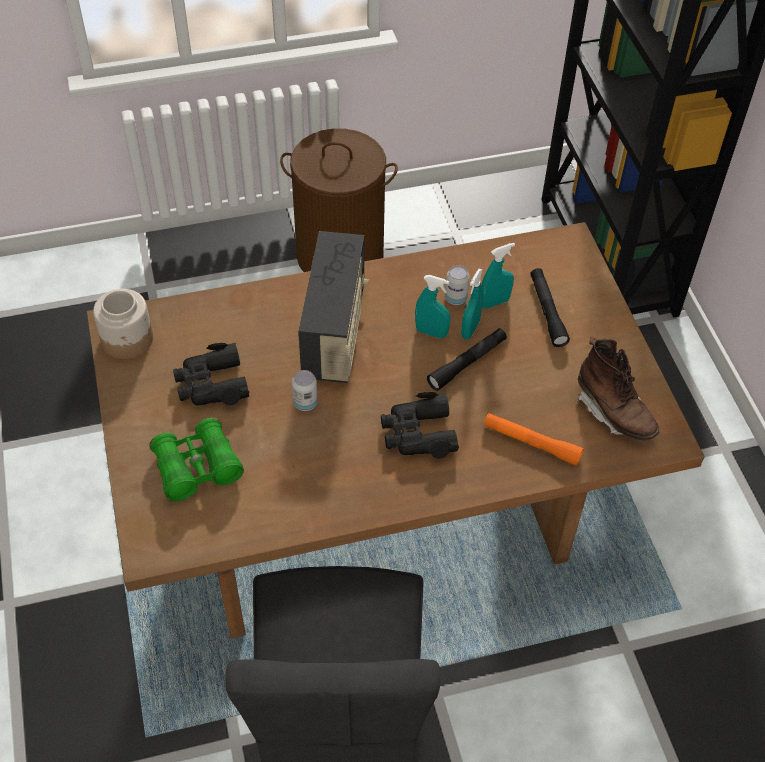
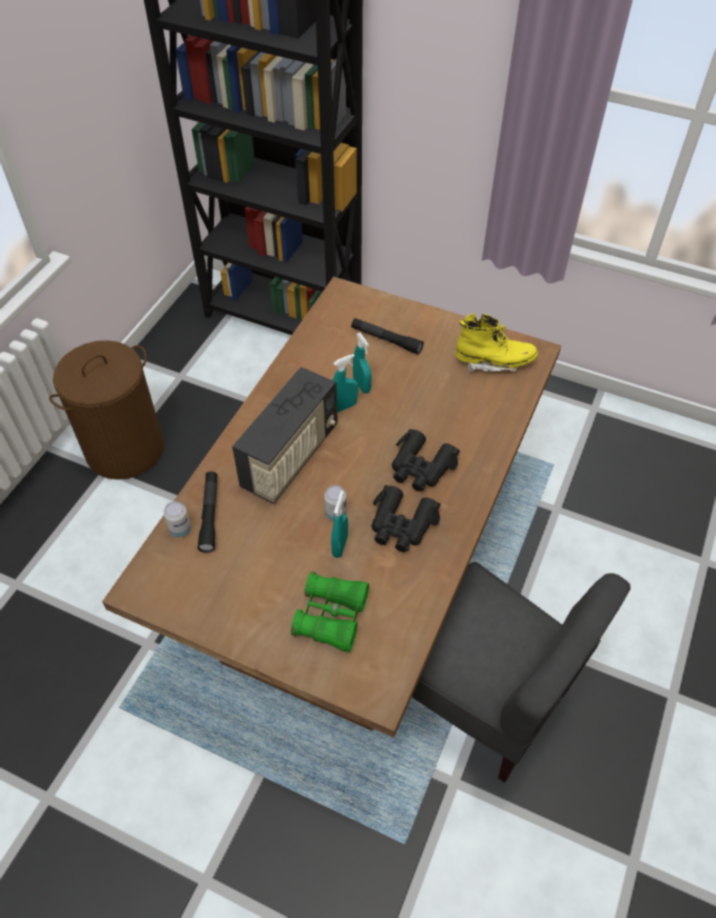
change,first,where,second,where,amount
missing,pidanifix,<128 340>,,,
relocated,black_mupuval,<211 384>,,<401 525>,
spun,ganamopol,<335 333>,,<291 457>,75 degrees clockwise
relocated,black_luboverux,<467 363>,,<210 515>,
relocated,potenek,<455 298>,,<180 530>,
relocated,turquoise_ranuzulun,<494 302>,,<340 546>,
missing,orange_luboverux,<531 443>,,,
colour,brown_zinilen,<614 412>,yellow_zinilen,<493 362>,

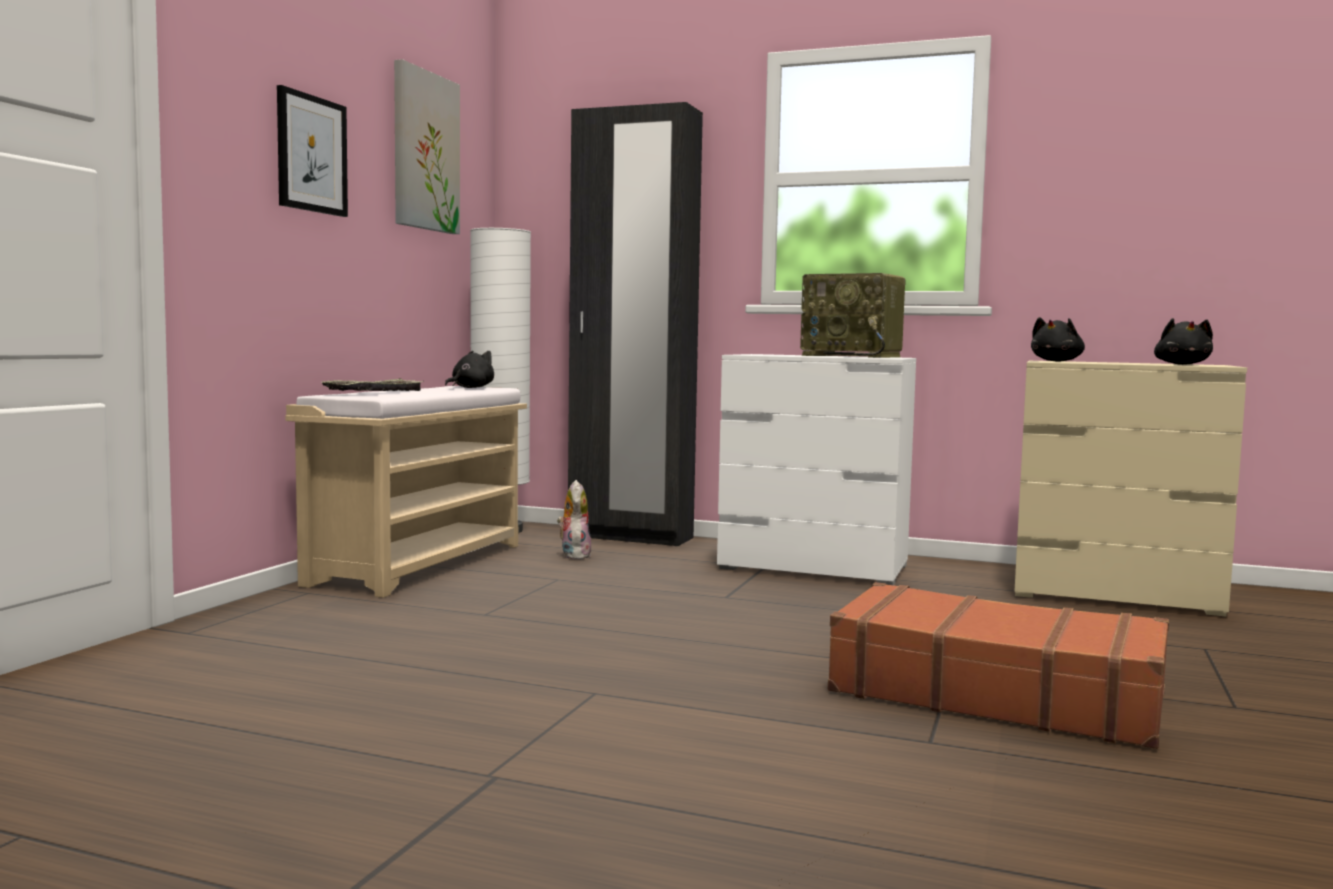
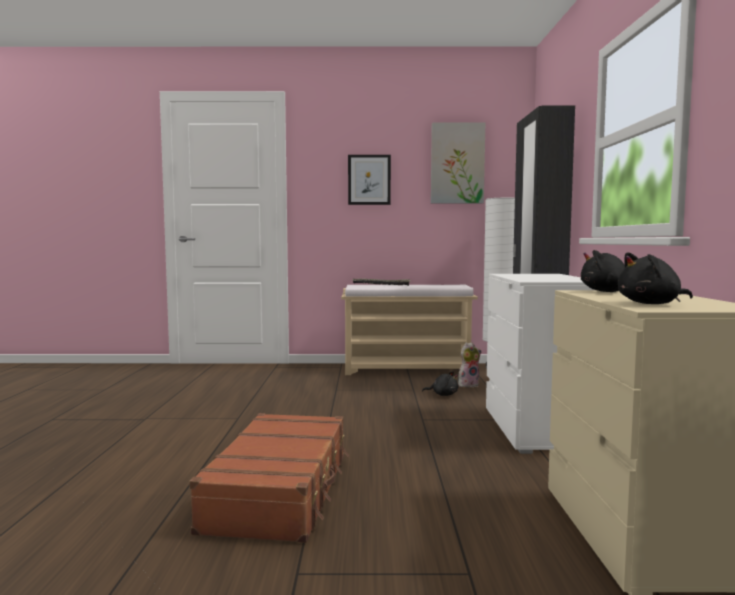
change,first,where,second,where,amount
relocated,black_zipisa,<470 387>,,<443 395>,
missing,ganamopol,<853 356>,,,

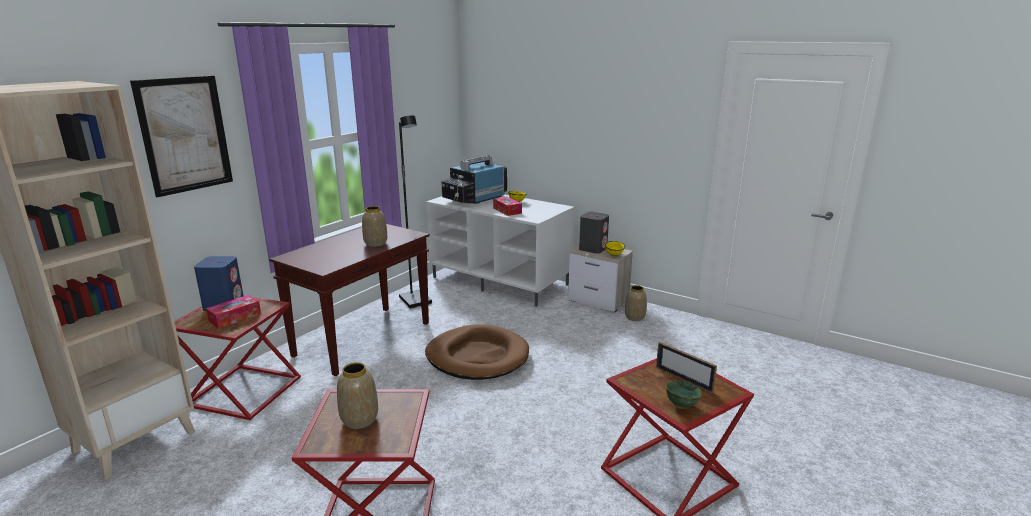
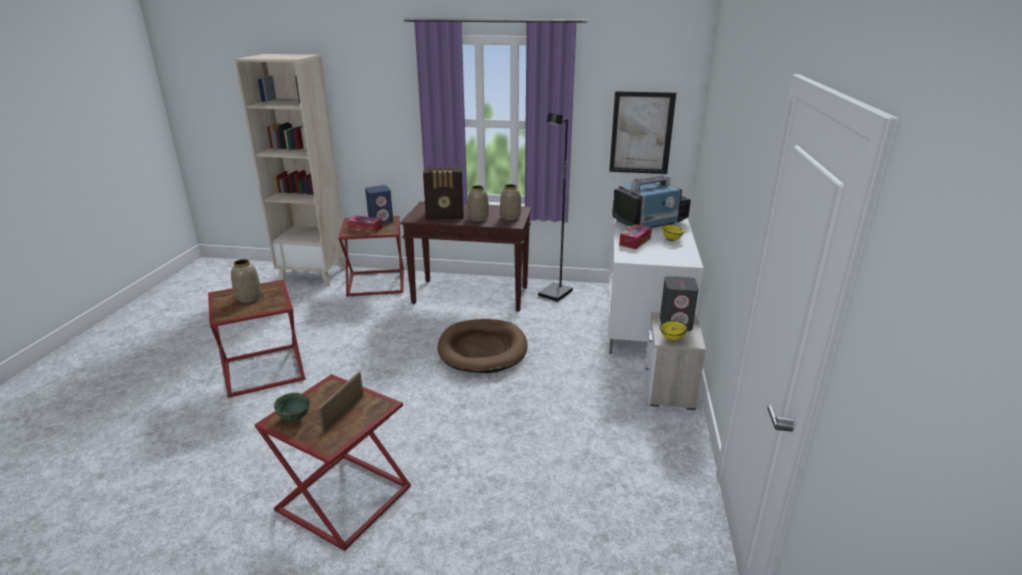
change,first,where,second,where,amount
relocated,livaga,<185 135>,,<641 133>,
spun,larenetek,<474 199>,,<650 222>,135 degrees clockwise
relocated,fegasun,<635 317>,,<510 217>,
appeared,,,ganamopol,<445 215>,

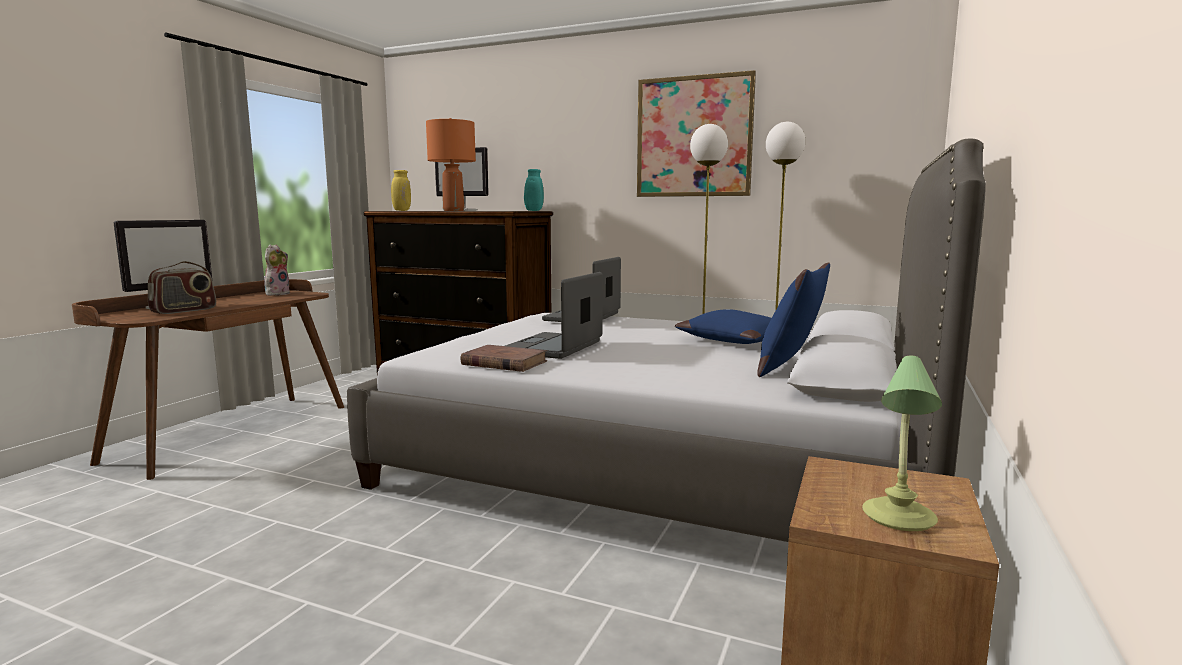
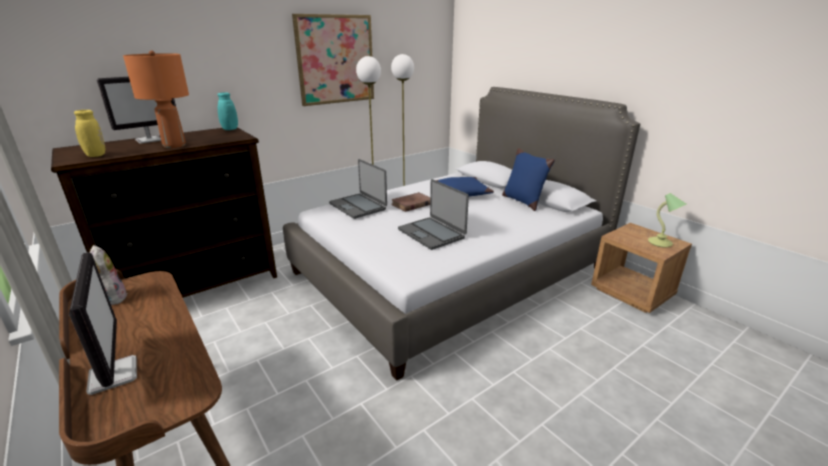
change,first,where,second,where,amount
missing,ganamopol,<184 310>,,,
relocated,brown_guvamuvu,<504 363>,,<412 204>,

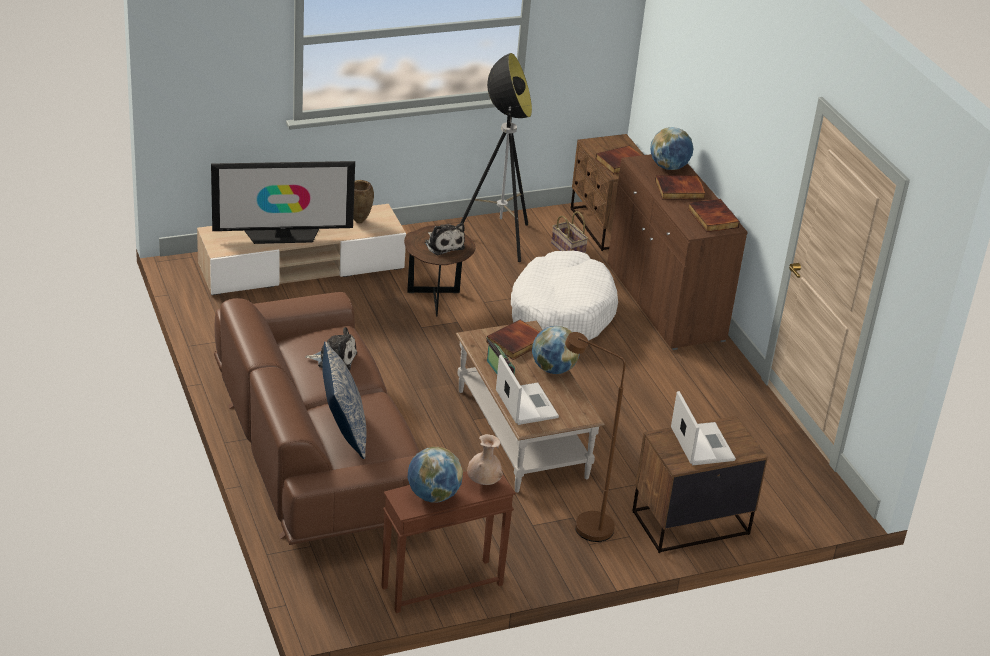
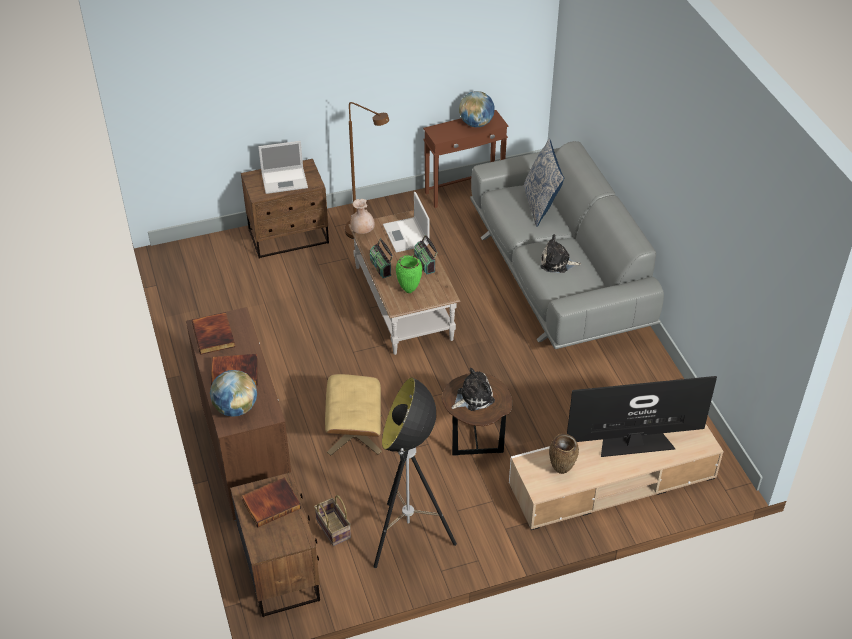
change,first,where,second,where,amount
colour,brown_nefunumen,<318 457>,grey_nefunumen,<558 276>,
spun,zipisa,<443 244>,,<473 397>,90 degrees clockwise
relocated,beige_fegasun,<483 483>,,<362 231>,
exchanged,guvamuvu,<516 343>,green_fegasun,<409 290>,
exchanged,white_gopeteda,<560 313>,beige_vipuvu,<354 434>,
exchanged,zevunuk,<553 369>,ganamopol,<381 267>,
spun,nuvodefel,<701 443>,,<285 180>,90 degrees counterclockwise

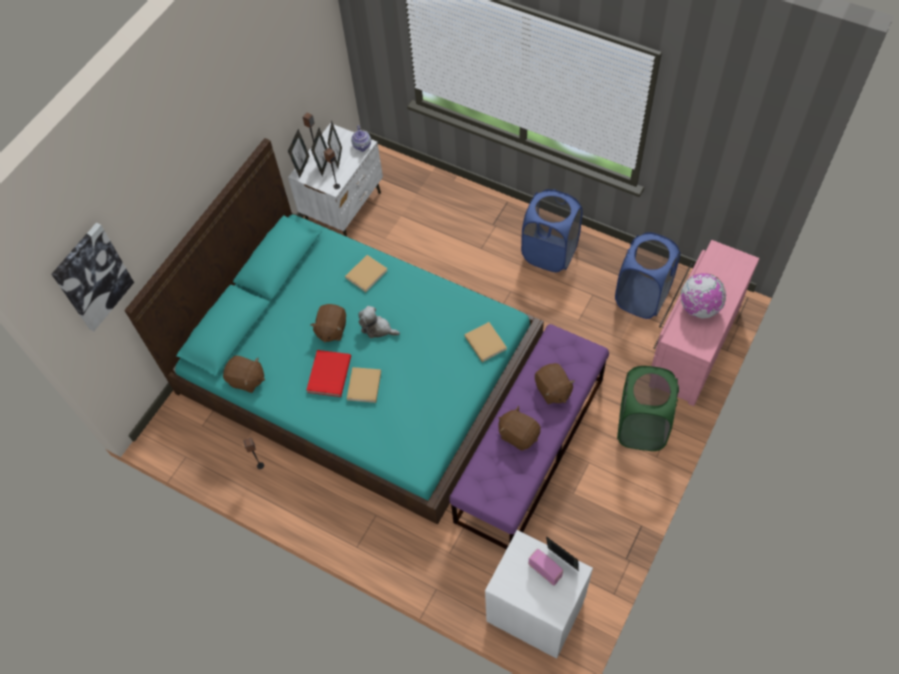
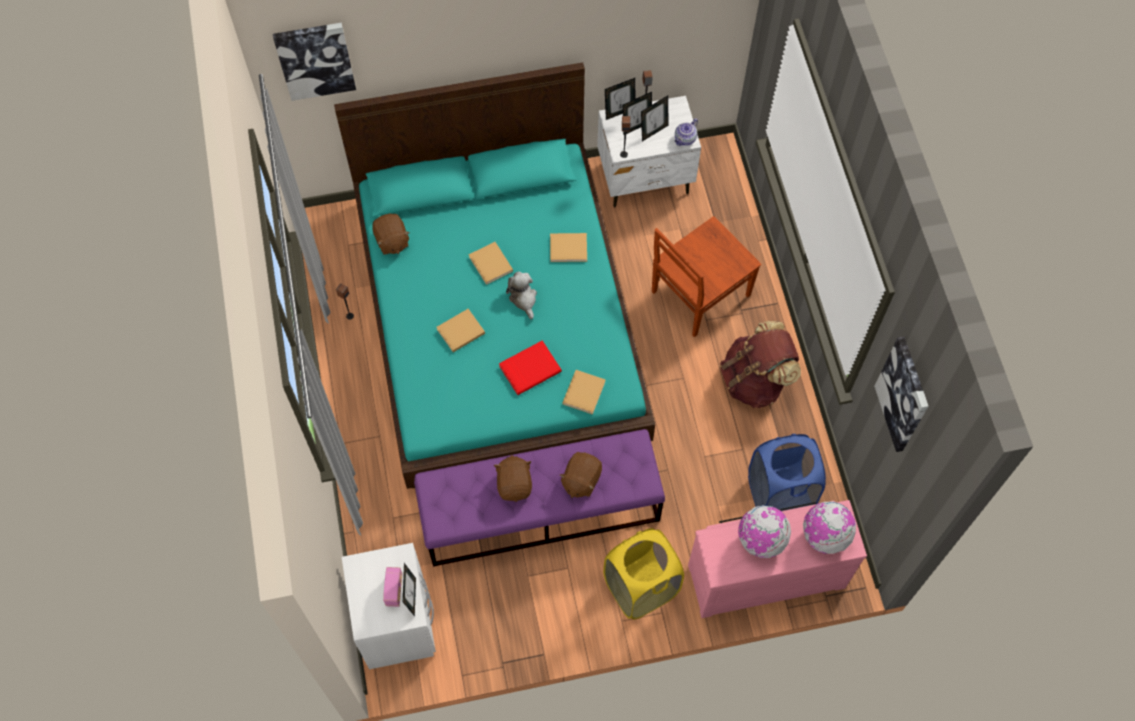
change,first,where,second,where,amount
relocated,red_guvamuvu,<328 374>,,<529 368>,
exchanged,brown_zipisa,<331 329>,beige_guvamuvu,<491 265>,
exchanged,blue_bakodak,<550 253>,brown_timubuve,<755 380>,
colour,green_bakodak,<641 427>,yellow_bakodak,<640 588>,
appeared,,,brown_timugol,<698 294>,
appeared,,,zevunuk,<824 536>,
appeared,,,livaga,<903 394>,

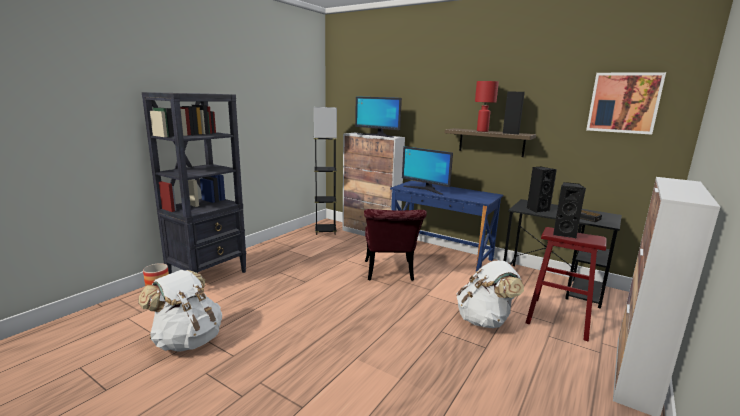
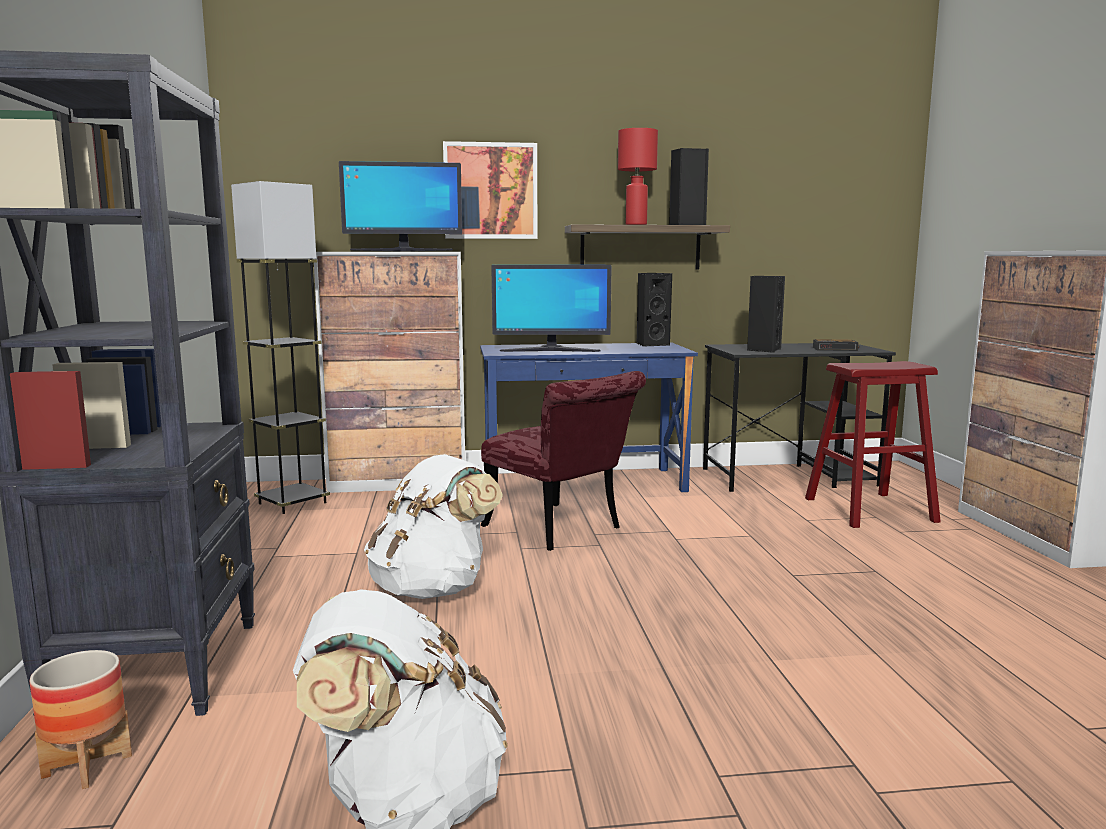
change,first,where,second,where,amount
relocated,white_timubuve,<485 320>,,<433 588>,
relocated,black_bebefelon,<564 234>,,<651 344>,
relocated,livaga,<623 103>,,<490 191>,

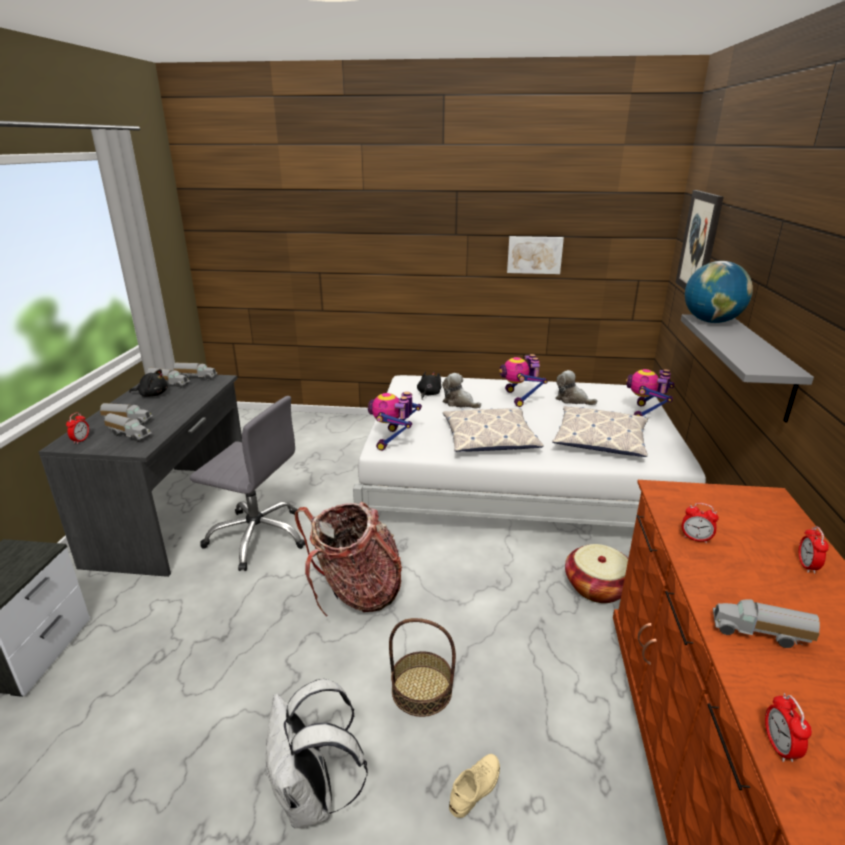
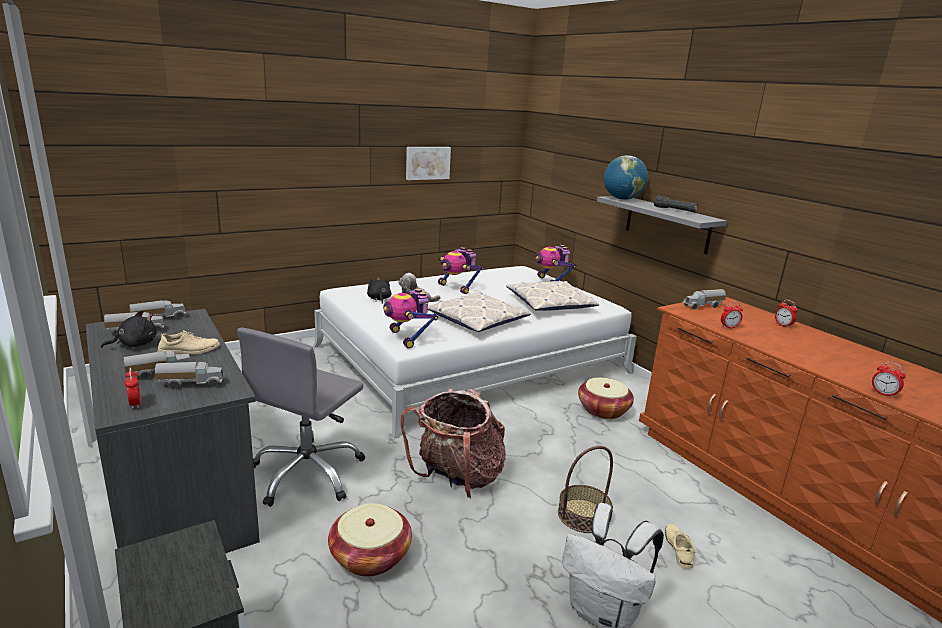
change,first,where,second,where,amount
spun,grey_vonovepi,<258 536>,,<308 473>,135 degrees clockwise
missing,zipisa,<572 400>,,,
missing,livaga,<699 243>,,,
relocated,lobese,<759 634>,,<703 306>,
appeared,,,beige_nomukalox,<189 351>,
appeared,,,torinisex,<370 556>,
appeared,,,black_luboverux,<674 210>,

